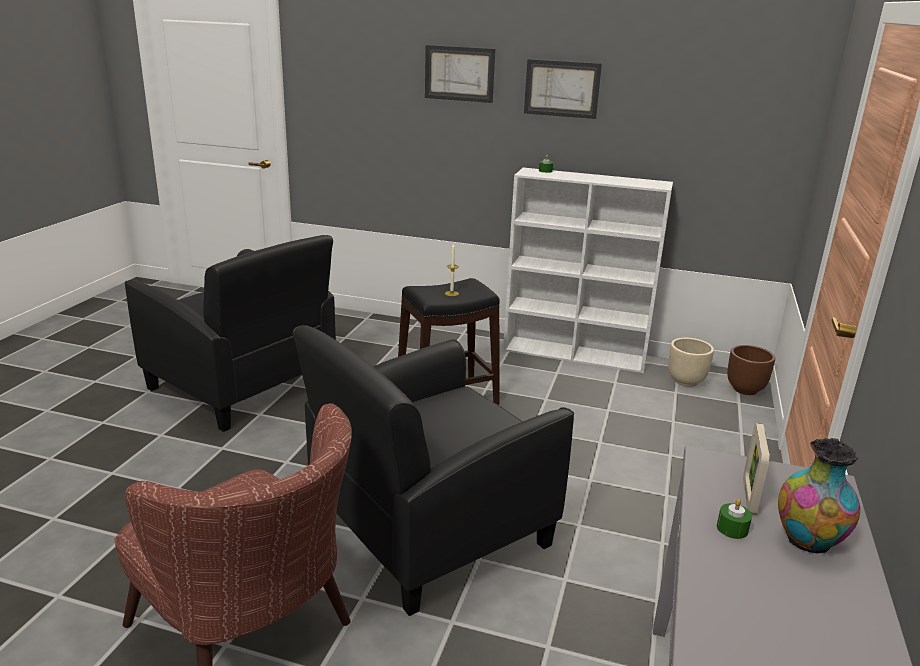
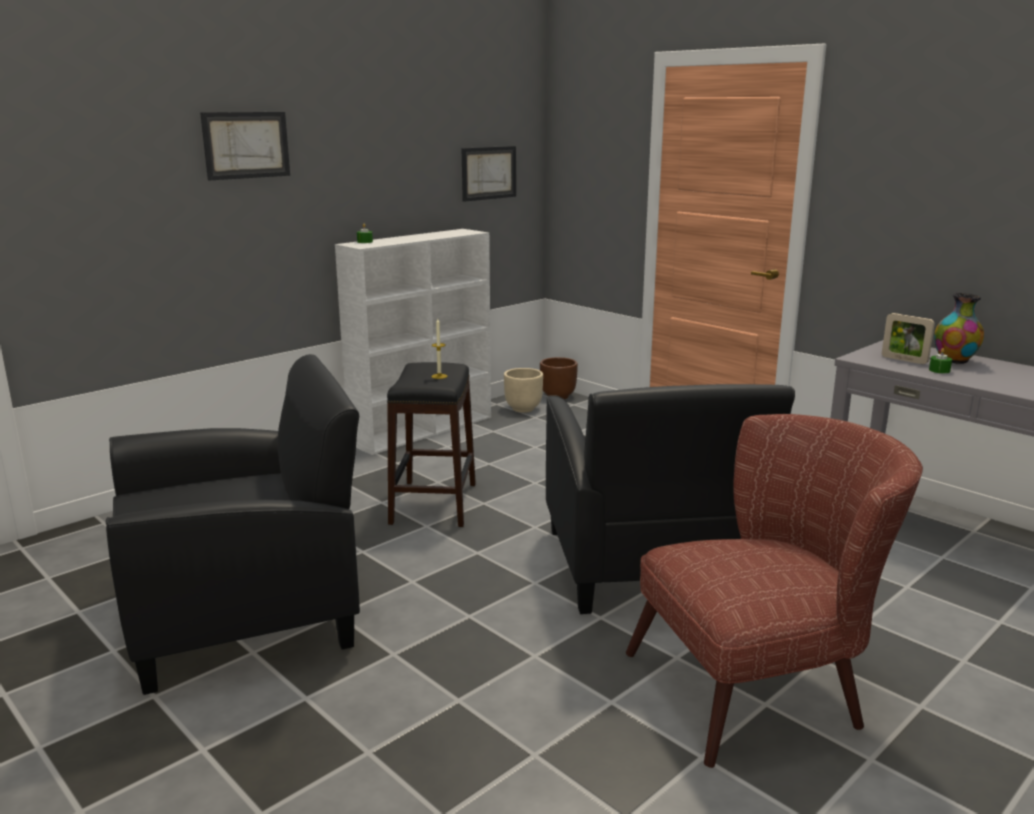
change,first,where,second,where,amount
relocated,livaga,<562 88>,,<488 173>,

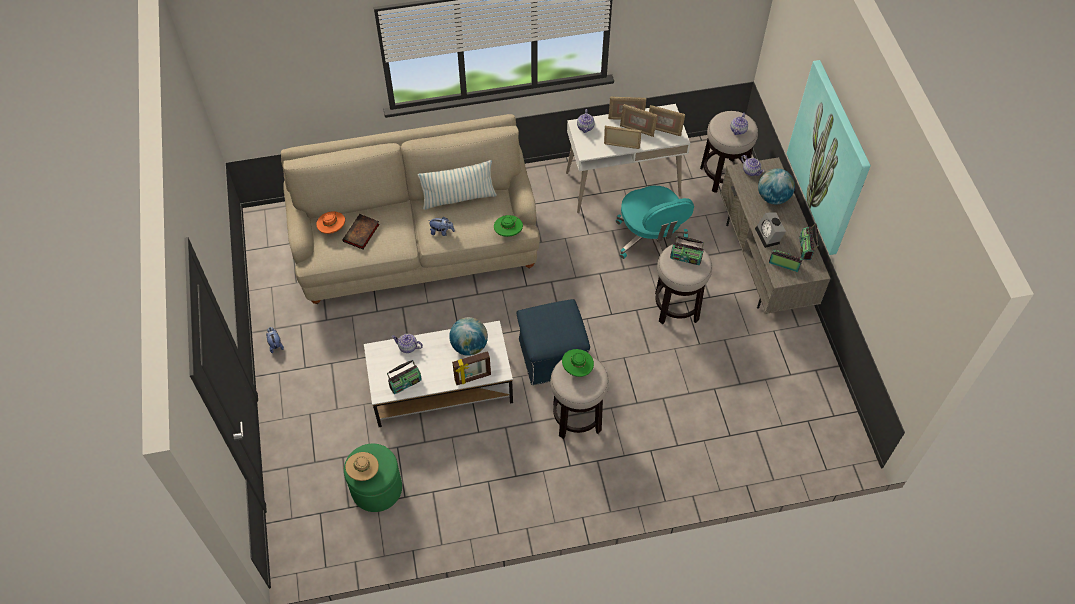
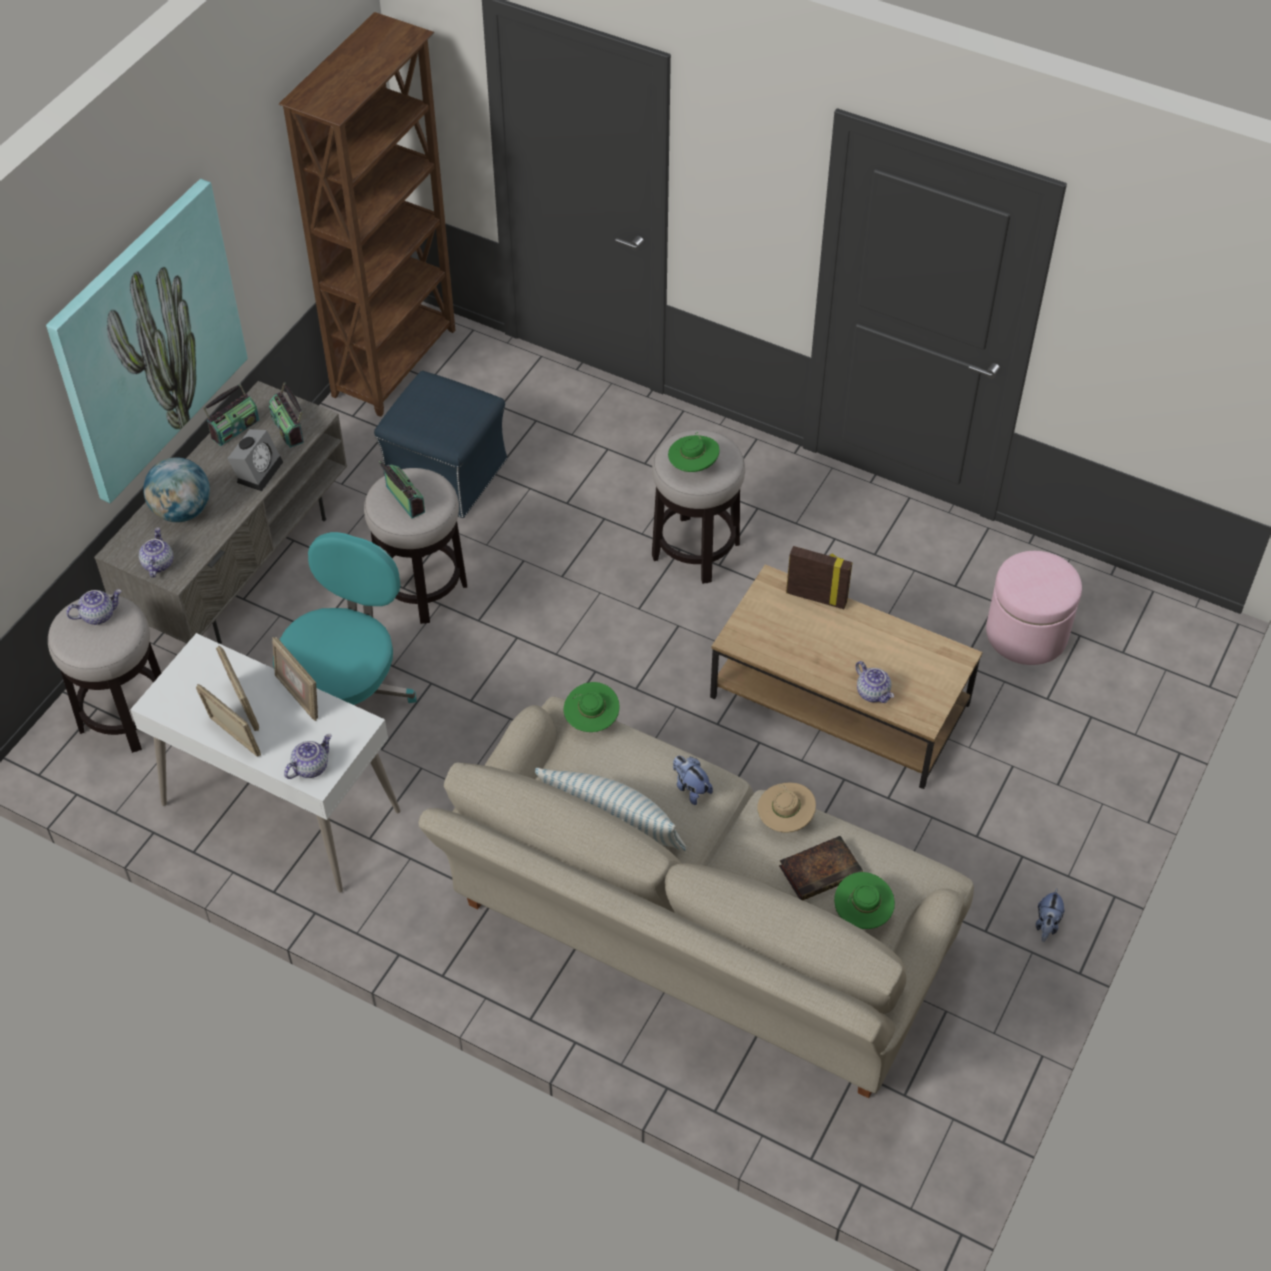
change,first,where,second,where,amount
colour,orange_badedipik,<332 229>,green_badedipik,<862 913>,
colour,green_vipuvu,<376 488>,pink_vipuvu,<1026 633>,
relocated,beige_badedipik,<363 471>,,<785 819>,
colour,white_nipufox,<441 385>,brown_nipufox,<839 701>,
missing,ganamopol,<405 383>,,,
missing,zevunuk,<469 346>,,,
relocated,blue_vipuvu,<551 356>,,<447 474>,
missing,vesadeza,<664 130>,,,
appeared,,,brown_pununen,<396 362>,

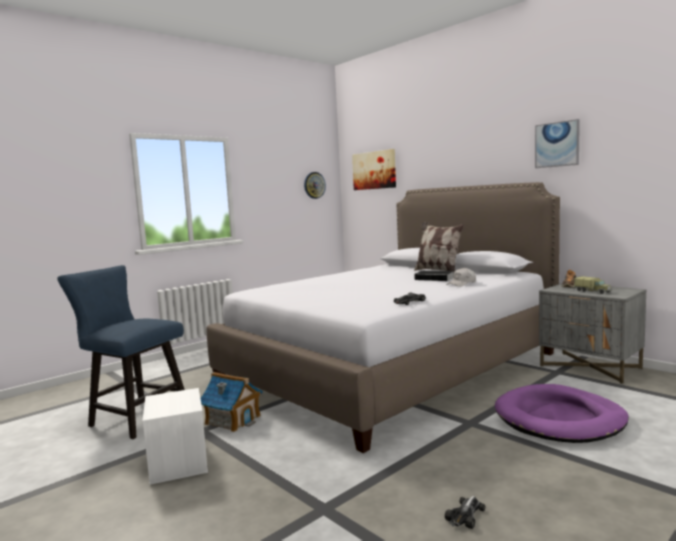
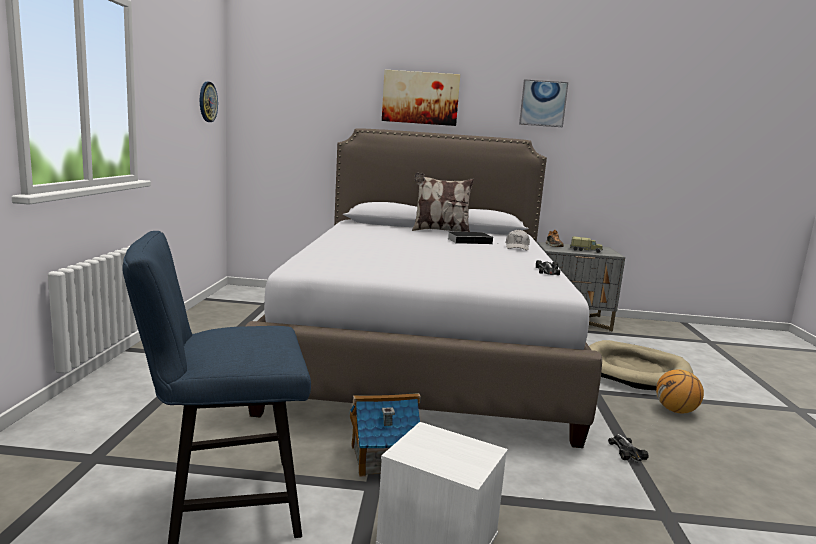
change,first,where,second,where,amount
relocated,livaga,<374 170>,,<420 98>,
relocated,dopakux,<465 515>,,<626 451>,
colour,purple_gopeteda,<559 419>,beige_gopeteda,<635 371>,
appeared,,,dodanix,<676 411>,

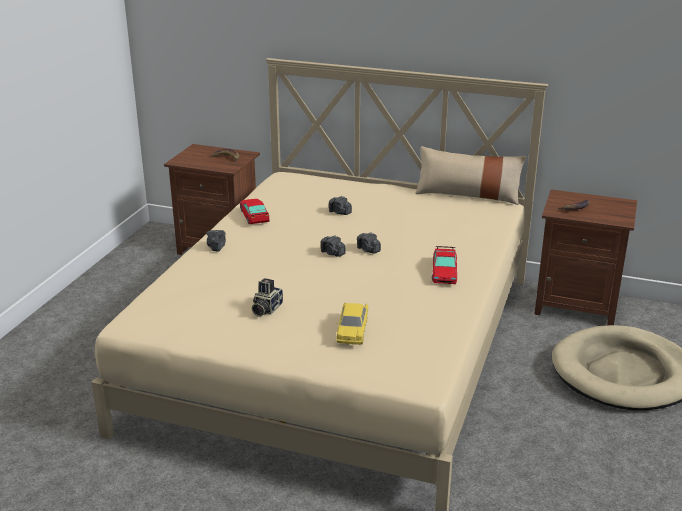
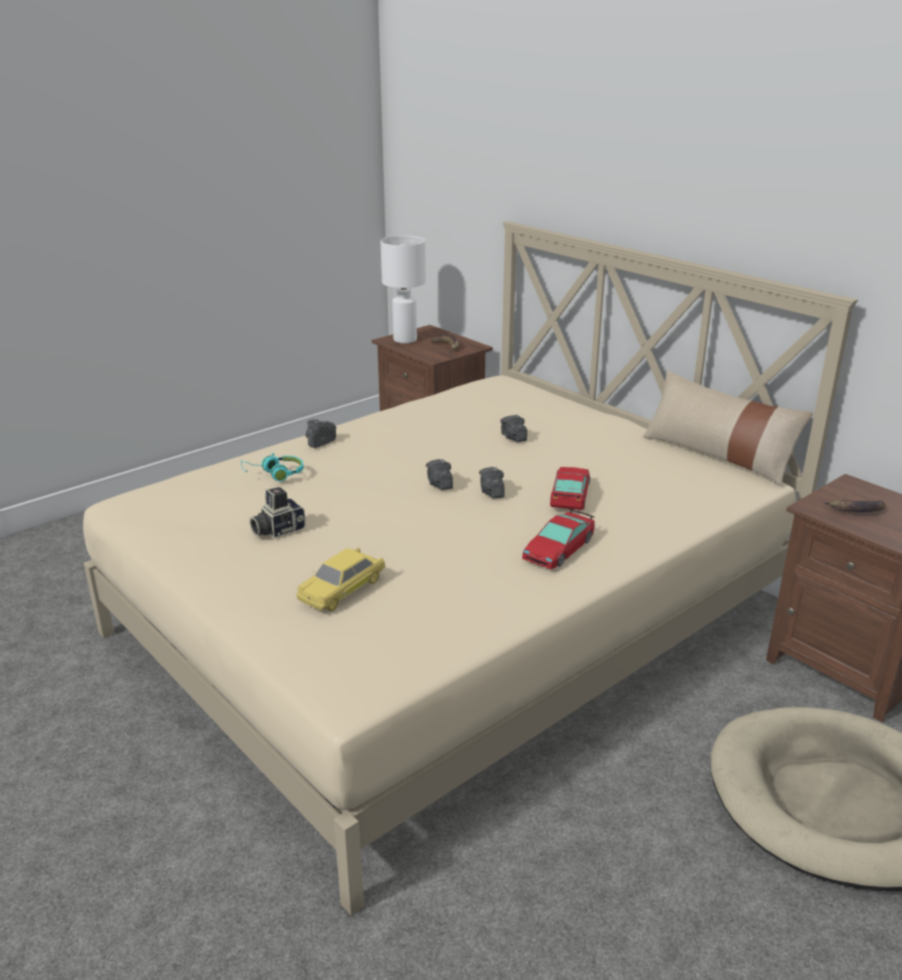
change,first,where,second,where,amount
relocated,dopakux,<255 216>,,<570 495>,
appeared,,,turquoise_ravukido,<275 474>,
appeared,,,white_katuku,<404 340>,

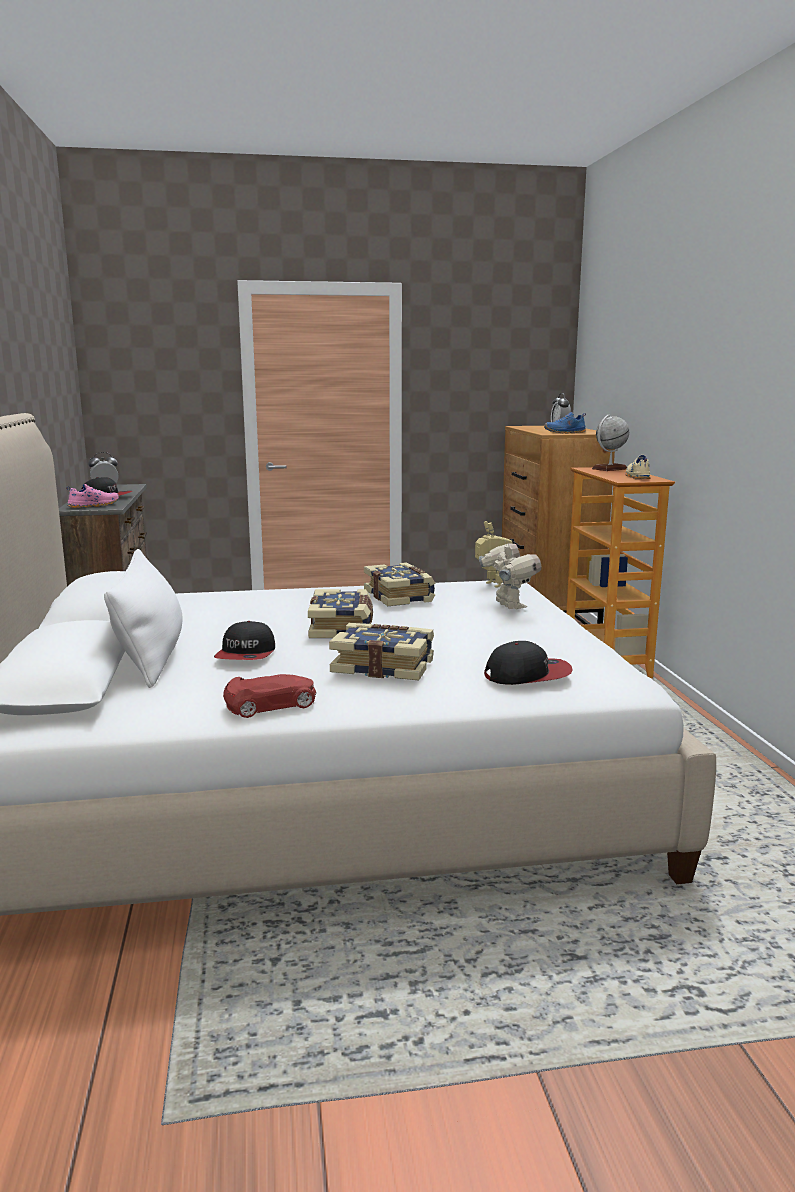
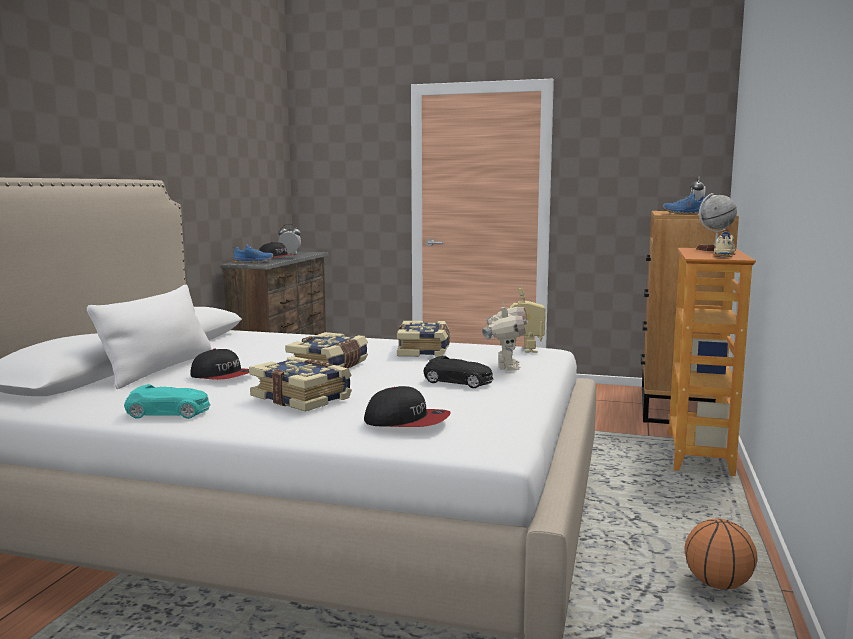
change,first,where,second,where,amount
colour,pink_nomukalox,<93 506>,blue_nomukalox,<253 262>,
spun,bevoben,<246 654>,,<223 376>,90 degrees counterclockwise
colour,red_dopakux,<271 705>,turquoise_dopakux,<169 412>,
appeared,,,black_dopakux,<459 382>,
appeared,,,dodanix,<717 584>,

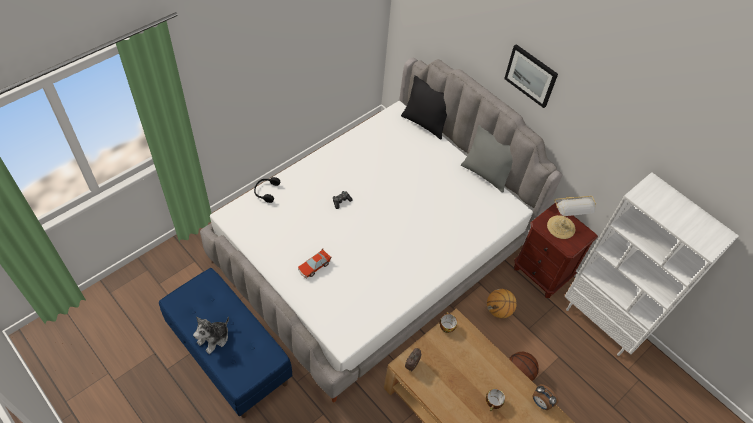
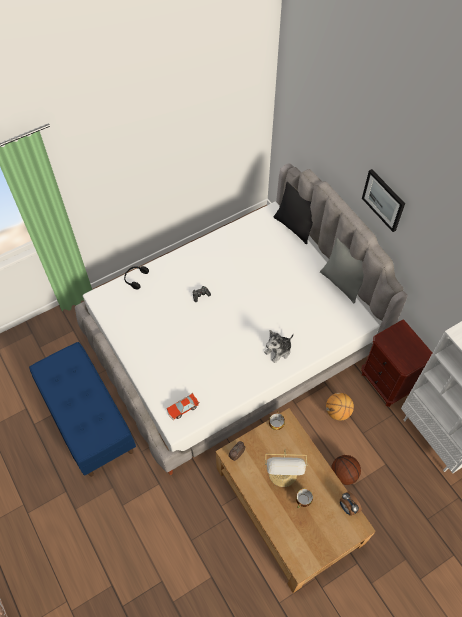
change,first,where,second,where,amount
relocated,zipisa,<214 338>,,<278 350>,
relocated,dopakux,<314 266>,,<183 408>,
relocated,katuku,<561 228>,,<283 474>,

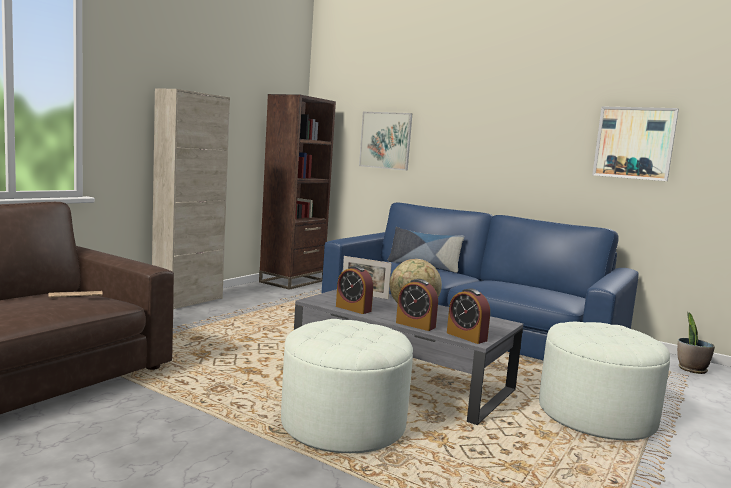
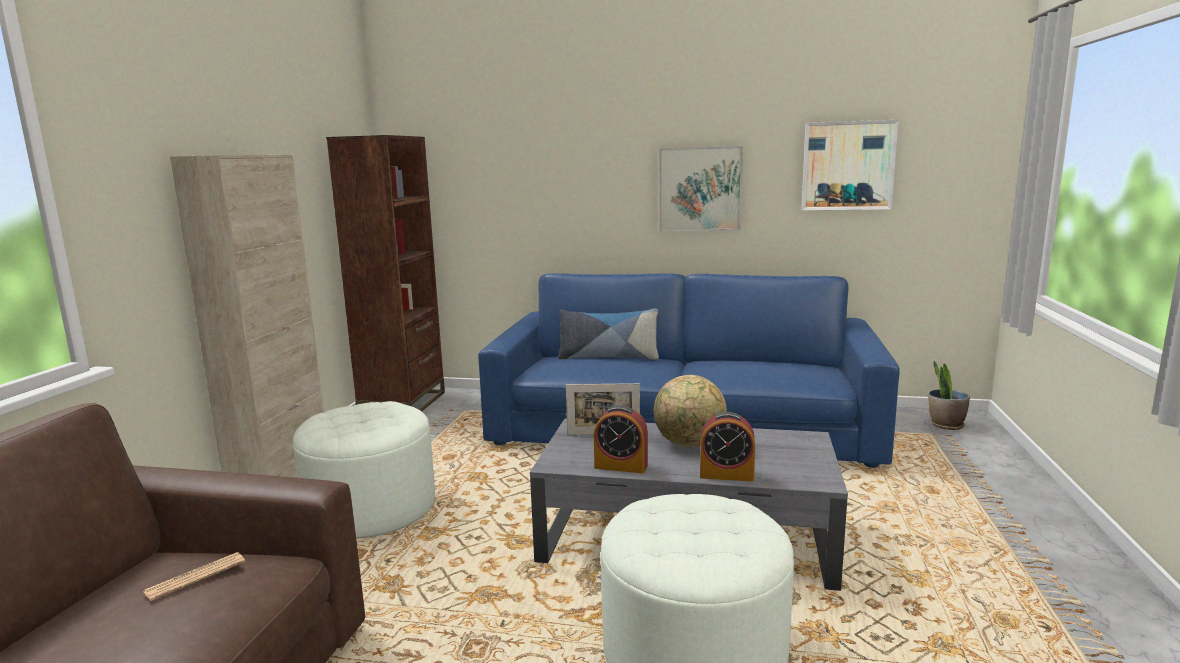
change,first,where,second,where,amount
relocated,livaga,<385 140>,,<700 189>,
missing,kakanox,<466 337>,,,
relocated,white_vipuvu,<596 415>,,<371 508>,

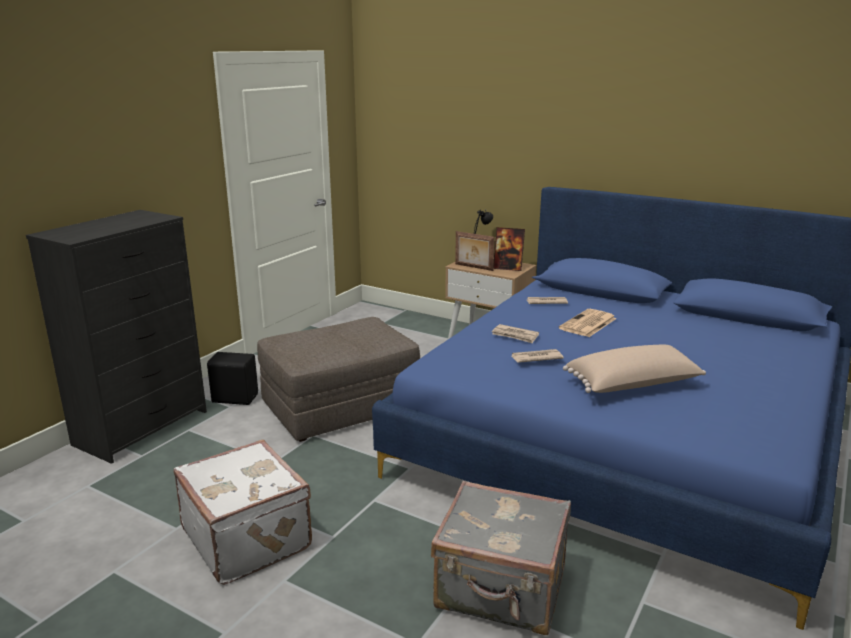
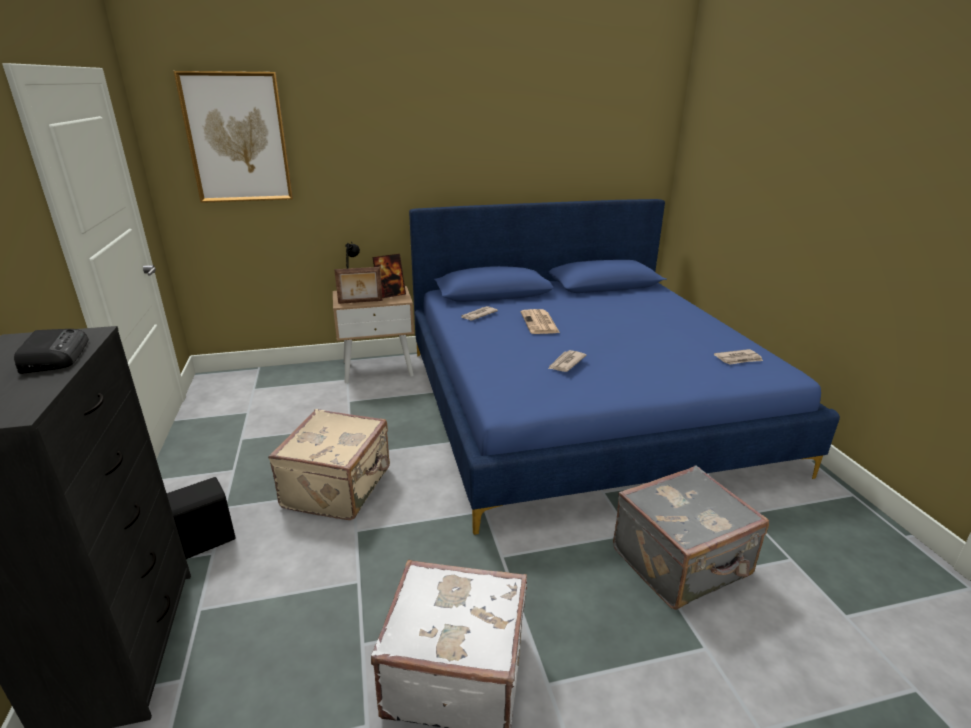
change,first,where,second,where,amount
exchanged,grey_vipuvu,<341 406>,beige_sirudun,<339 488>,
relocated,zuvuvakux,<515 335>,,<738 359>,
missing,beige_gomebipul,<633 386>,,,
appeared,,,ganamopol,<55 356>,
appeared,,,livaga,<237 138>,

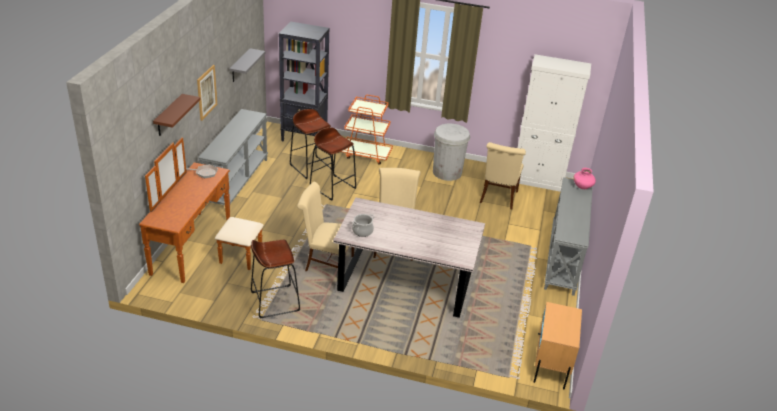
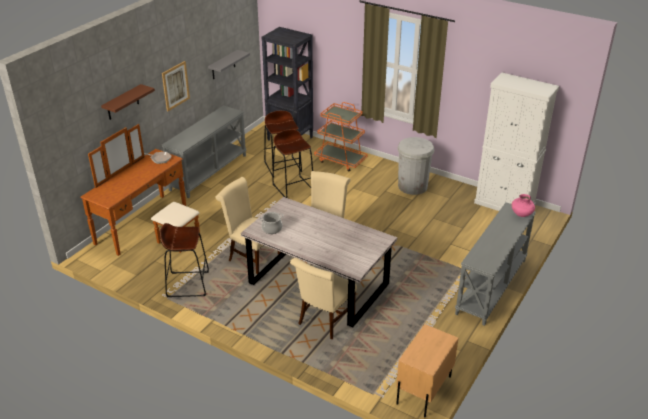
change,first,where,second,where,amount
relocated,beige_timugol,<498 198>,,<324 322>,

